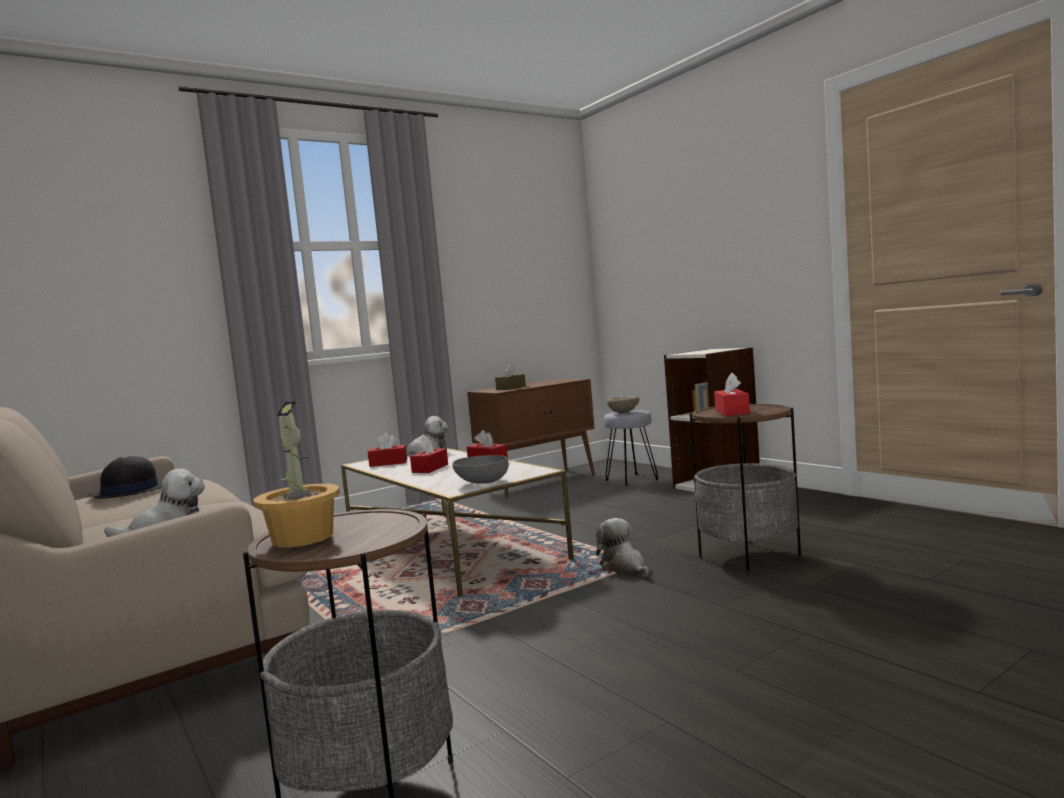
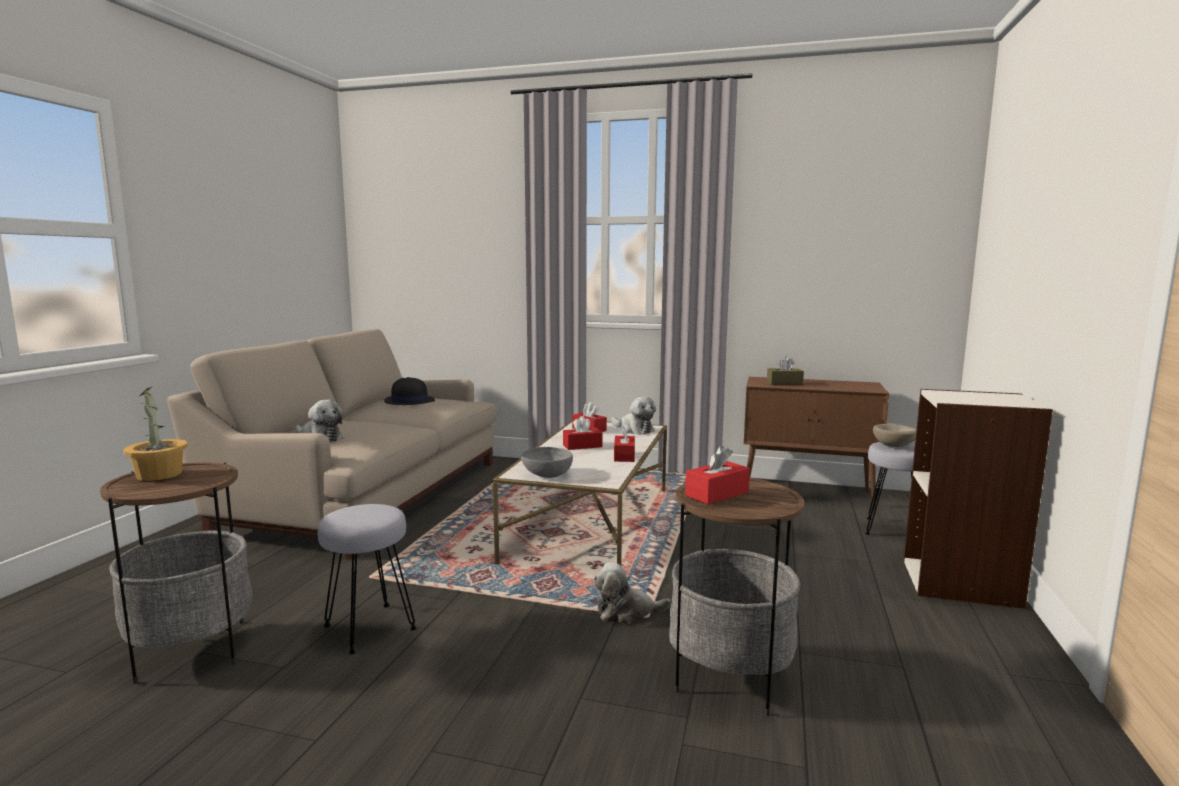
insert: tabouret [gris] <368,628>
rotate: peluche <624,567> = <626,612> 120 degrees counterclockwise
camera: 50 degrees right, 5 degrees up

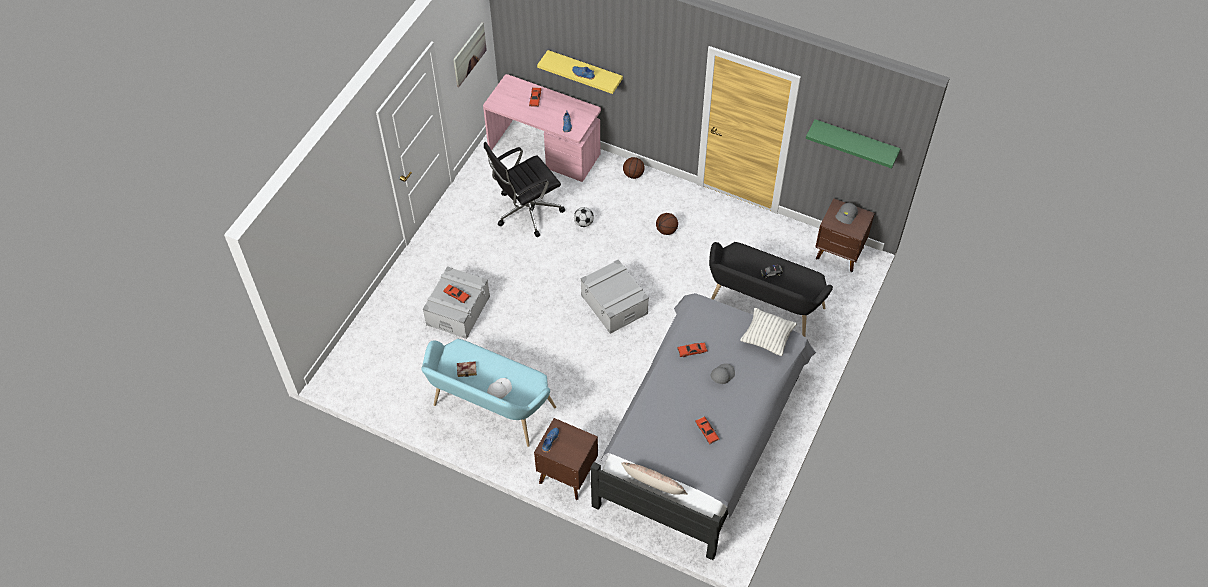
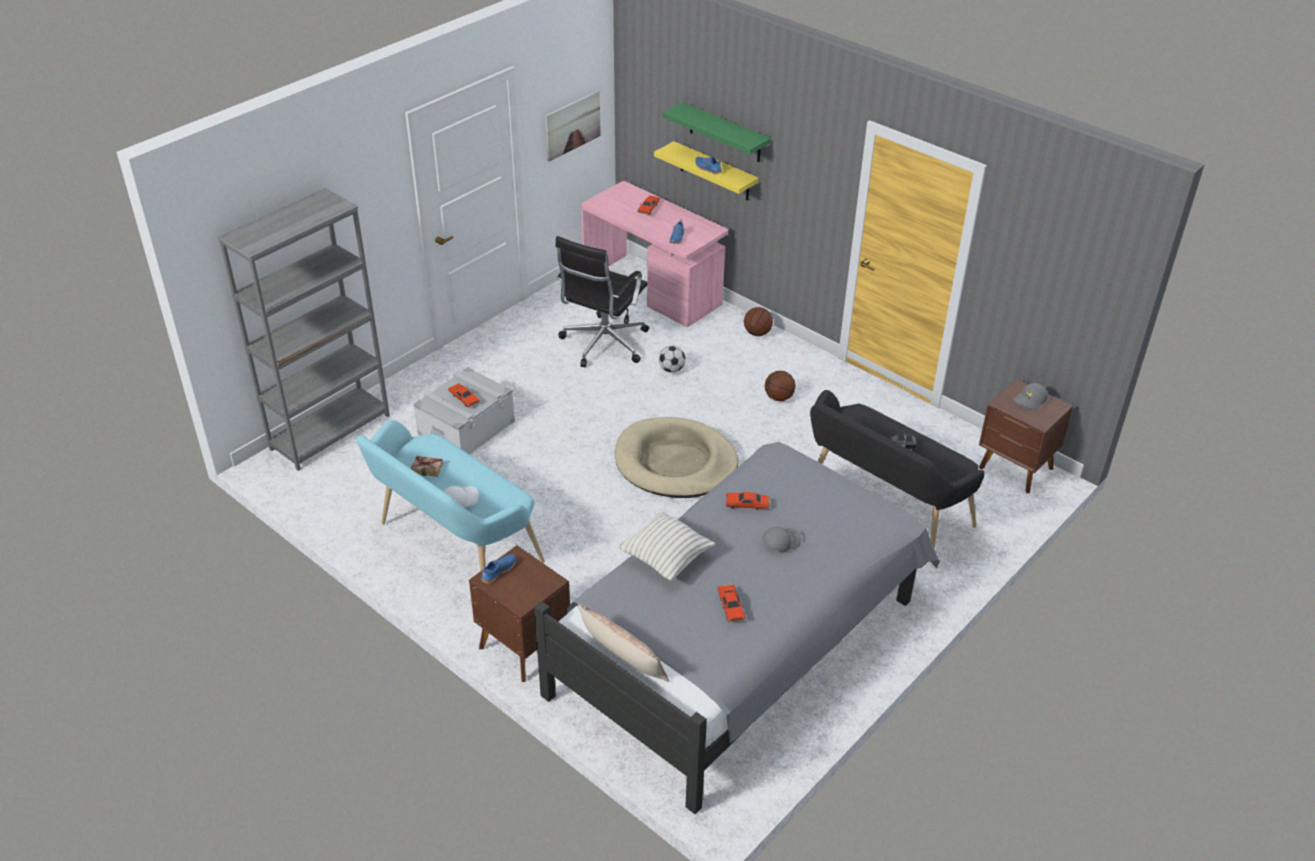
insert: bibliothèque [gris] <330,432>
move: étagère [vert] <855,141> to <725,133>; coussin <767,338> to <665,559>
replace: boîte de rangement [gris] <614,304> to panier pour chien [beige] <675,463>
rotate: chaise de bureau [noir] <526,211> = <603,344> 45 degrees counterclockwise
camera: 15 degrees right, 15 degrees down

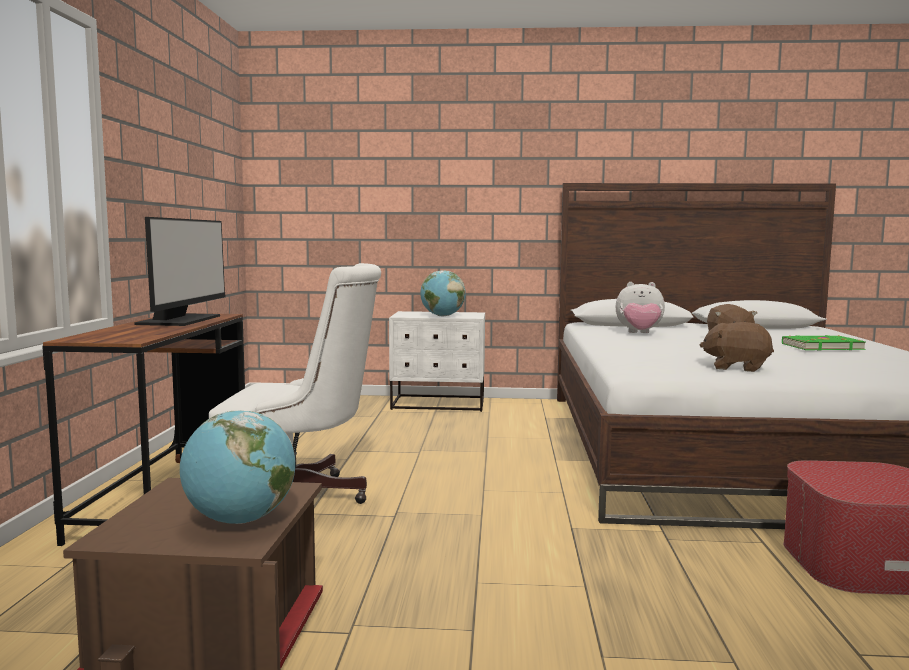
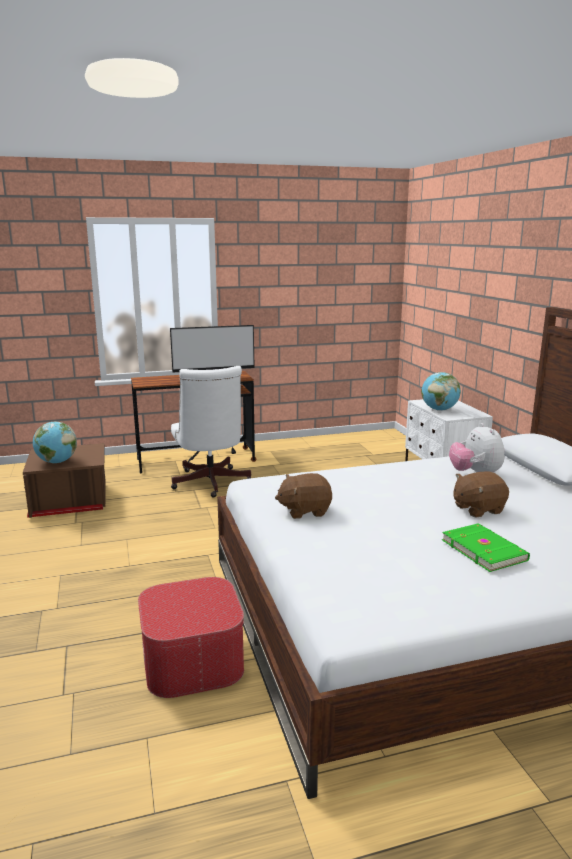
rotate: peluche [marron] <736,367> = <304,511> 105 degrees counterclockwise
camera: 70 degrees right, 10 degrees up

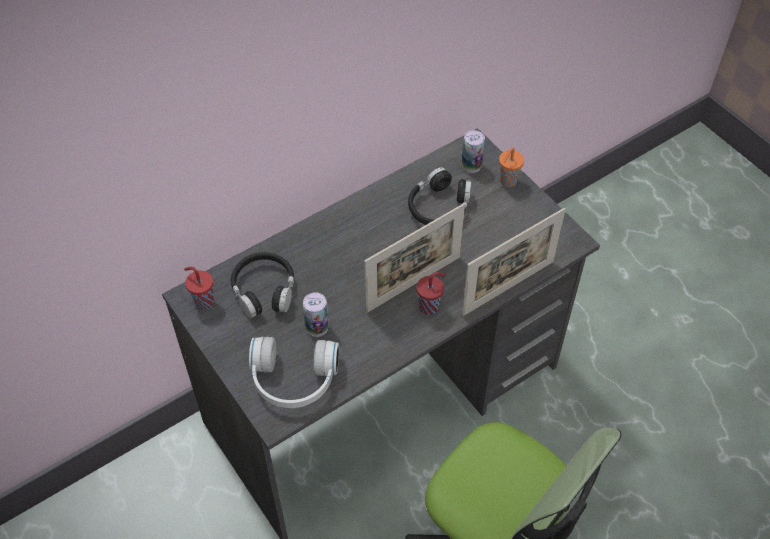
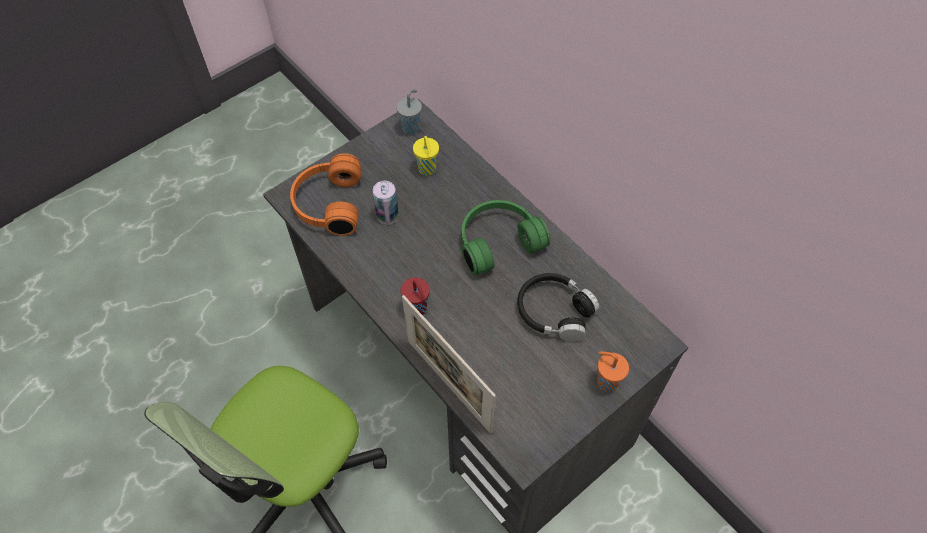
delete: boîte métallique <471,165>; cadre photo <413,284>
insert: casque audio [vert] <497,241>
replace: casque audio [noir] <264,290> to tasse [jaune] <427,170>
recolor: tasse [rouge] <203,301> to tasse [gris] <411,128>; casque audio [blanc] <293,381> to casque audio [orange] <327,204>
camera: 85 degrees right, 5 degrees up

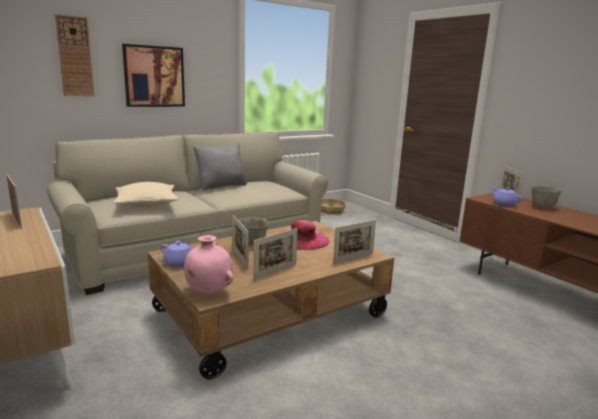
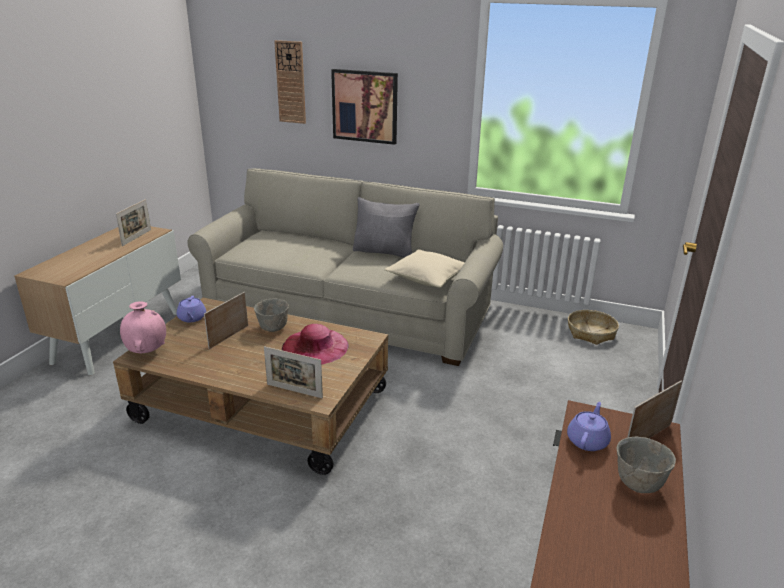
delete: cadre photo <275,271>
move: coussin [beige] <146,203> to <428,278>
camera: 55 degrees right, 10 degrees up

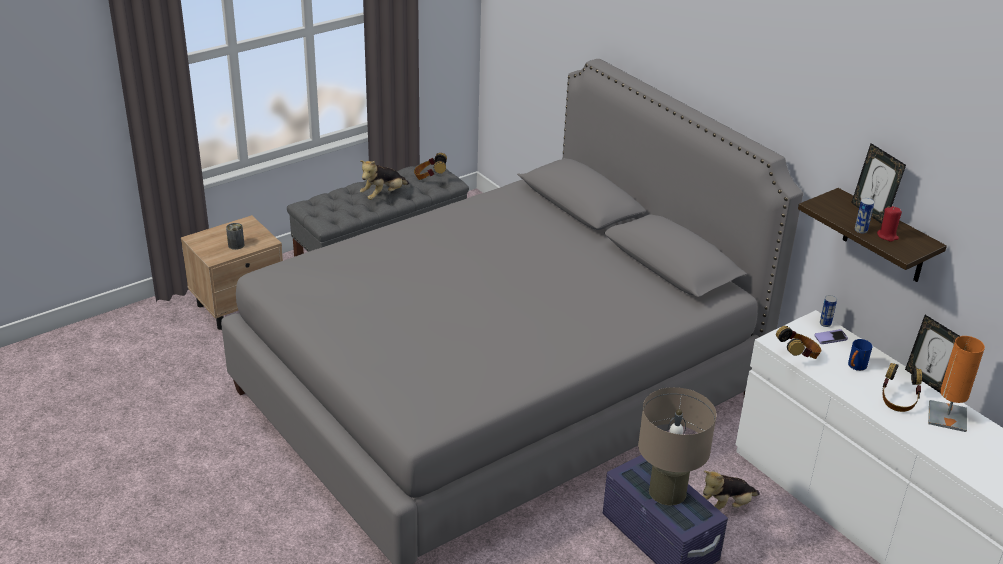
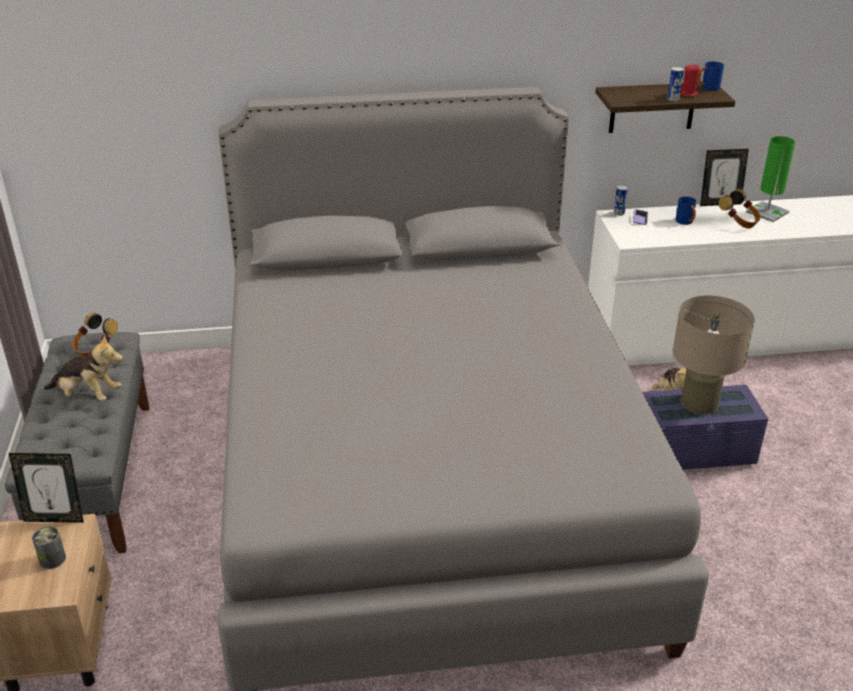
delete: casque audio <798,356>
insert: mug [bleu] <707,88>
move: cadre photo <871,213> to <55,518>
recolor: lampe de table [orange] <947,416> to lampe de table [vert] <767,212>
rotate: peluche <383,195> = <88,395> 60 degrees counterclockwise
camera: 60 degrees left, 0 degrees up

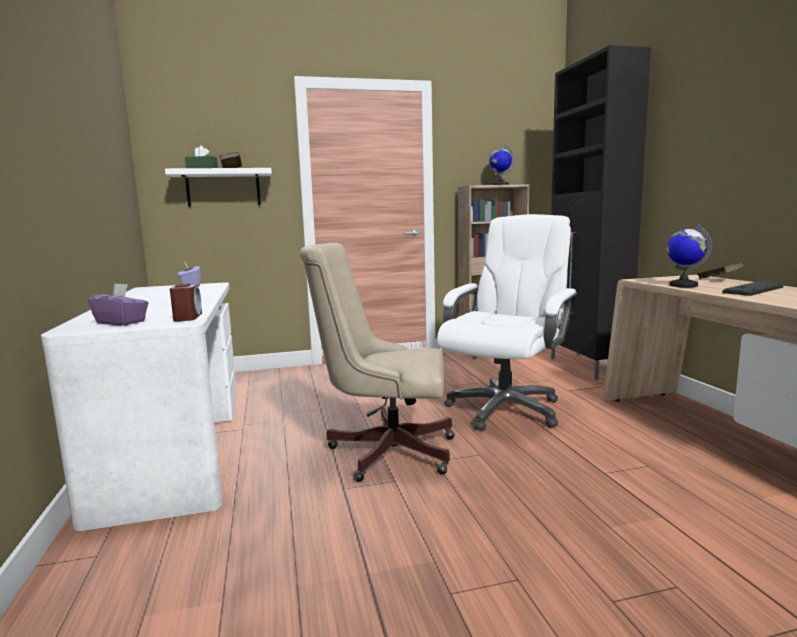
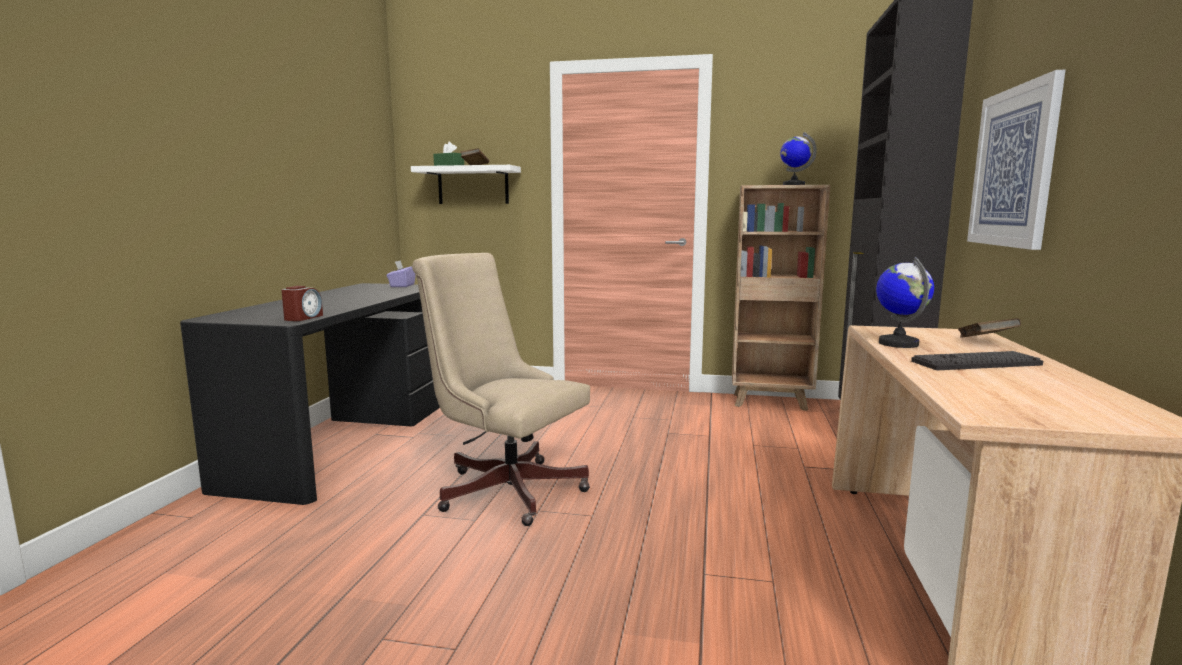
delete: chaise de bureau [blanc] <505,409>; boîte à mouchoirs [violet] <121,322>
insert: tableau <1013,167>
recolor: bureau [blanc] <176,446> to bureau [noir] <345,440>
camera: 25 degrees right, 0 degrees up

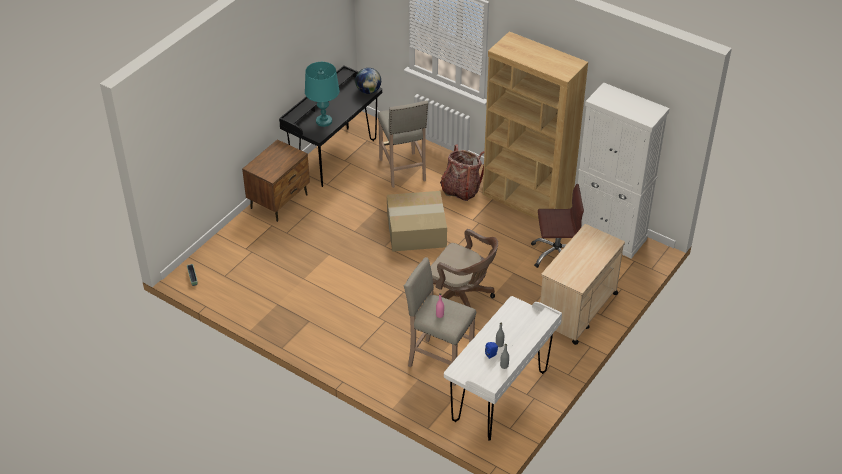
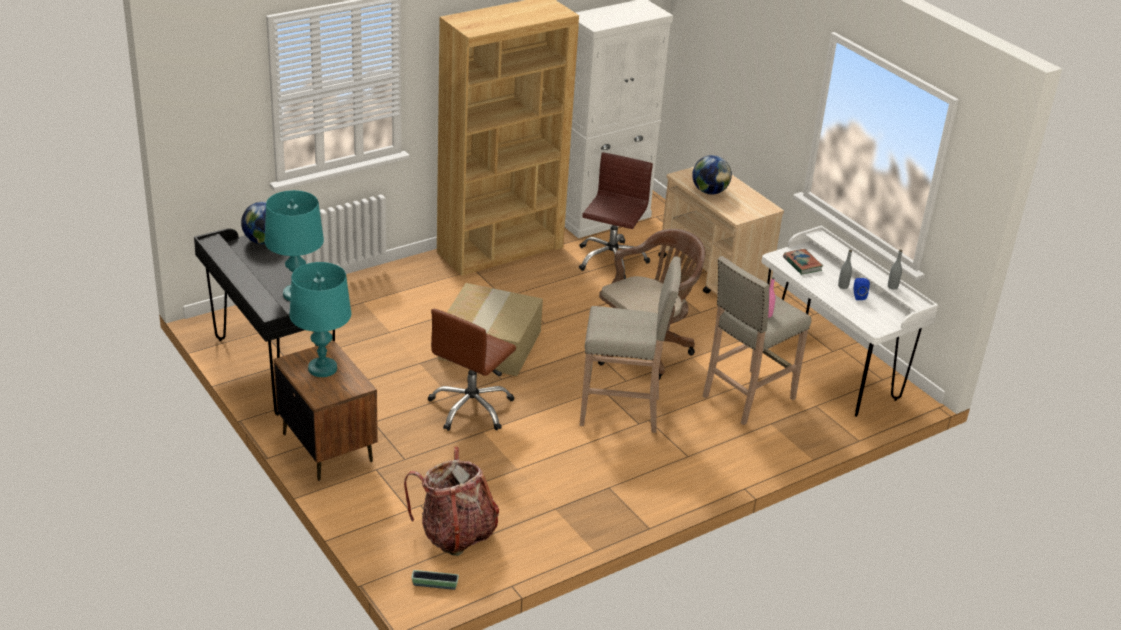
insert: globe <709,191>; livre <802,264>; lampe de table [turquoise] <322,368>; chaise de bureau [marron] <471,408>
move: tabouret [beige] <403,171> to <622,411>; sac à dos <461,189> to <455,533>
camera: 70 degrees left, 10 degrees down

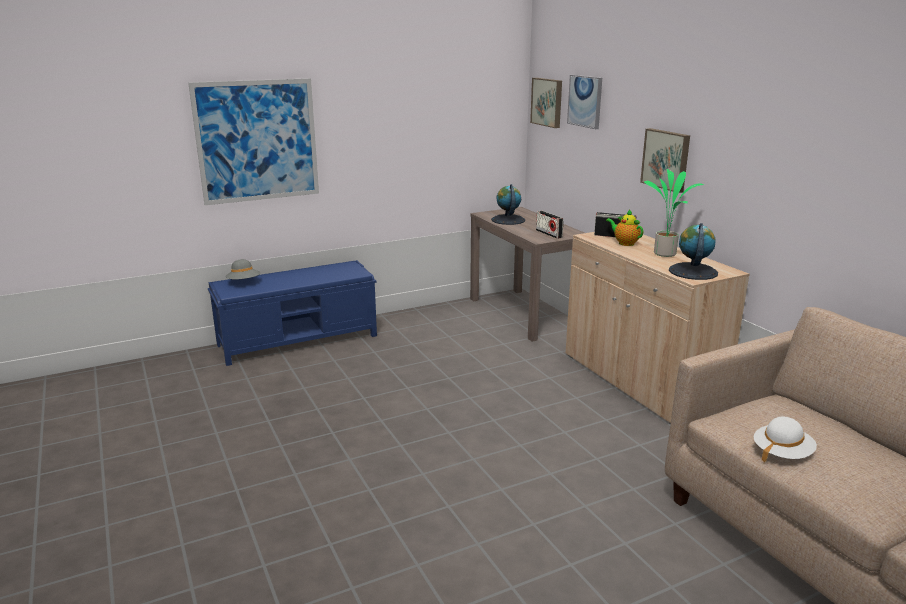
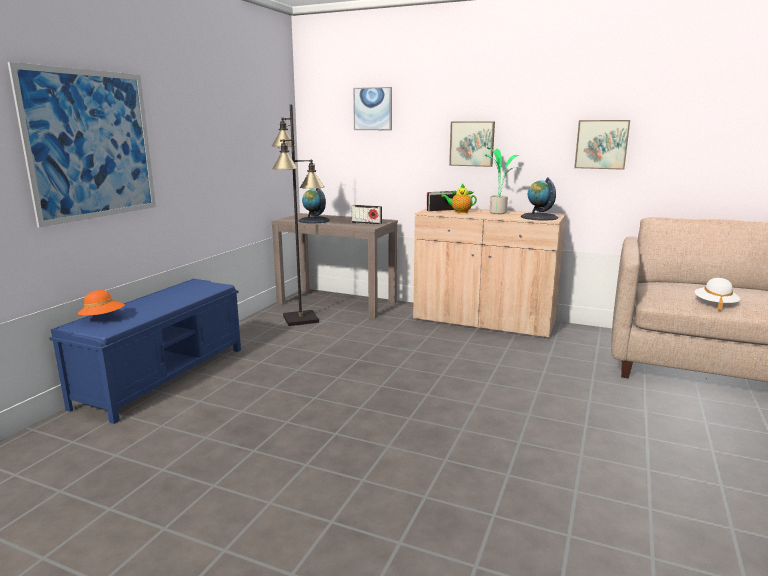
insert: lampadaire [noir] <301,319>
move: tableau <547,102> to <601,144>
recolor: chapeau [gris] <244,282> to chapeau [orange] <103,319>
camera: 40 degrees left, 5 degrees down

